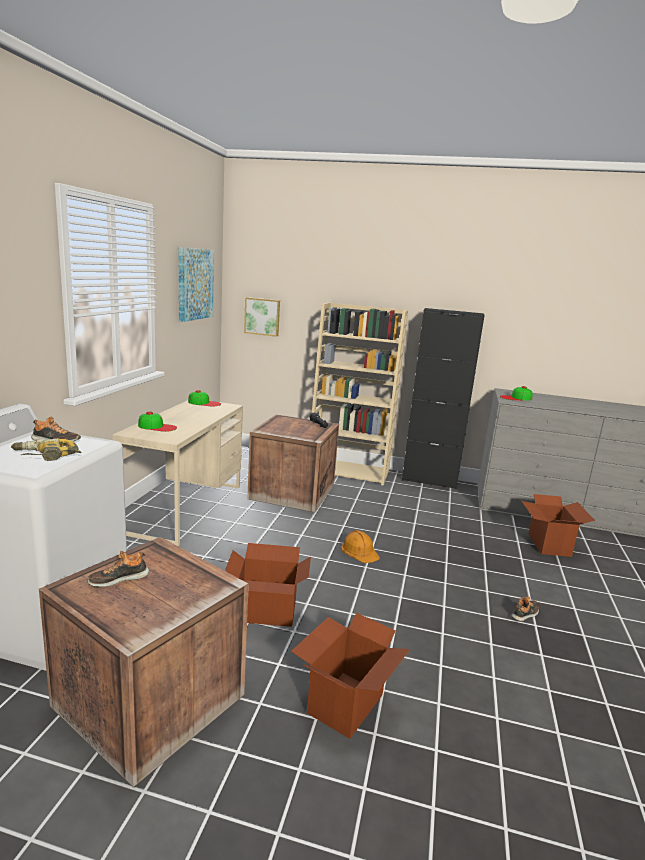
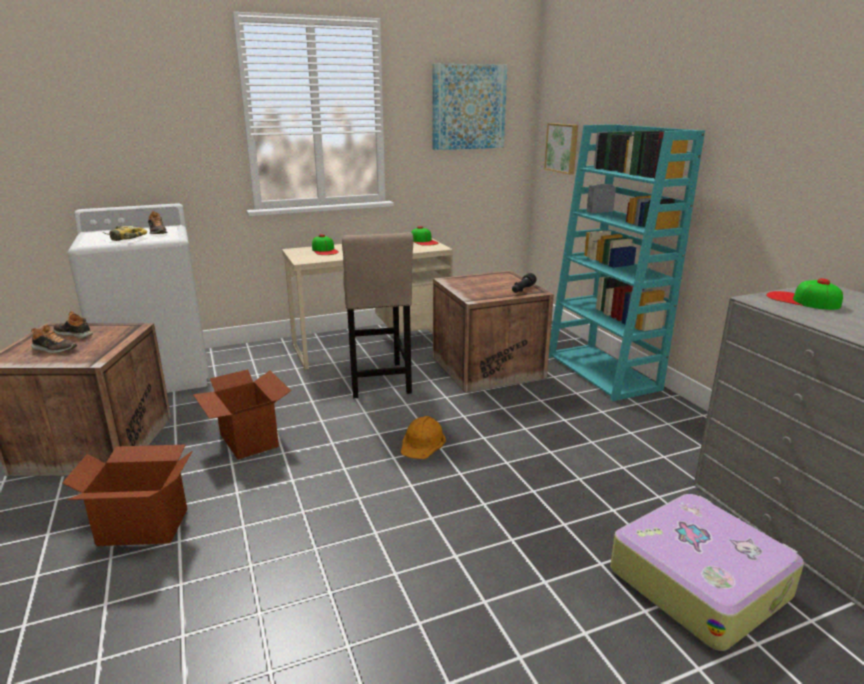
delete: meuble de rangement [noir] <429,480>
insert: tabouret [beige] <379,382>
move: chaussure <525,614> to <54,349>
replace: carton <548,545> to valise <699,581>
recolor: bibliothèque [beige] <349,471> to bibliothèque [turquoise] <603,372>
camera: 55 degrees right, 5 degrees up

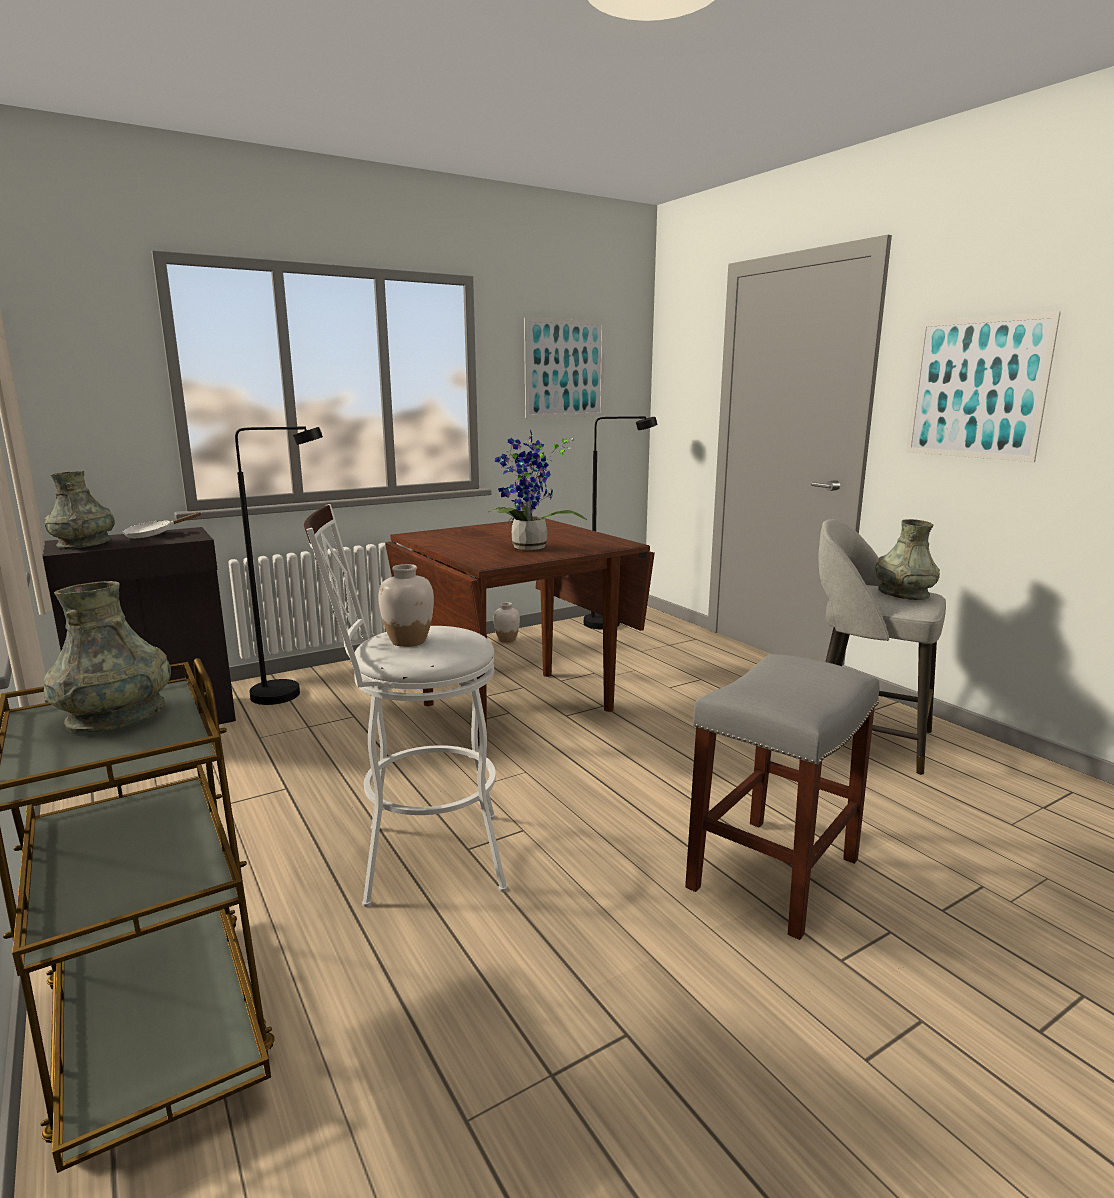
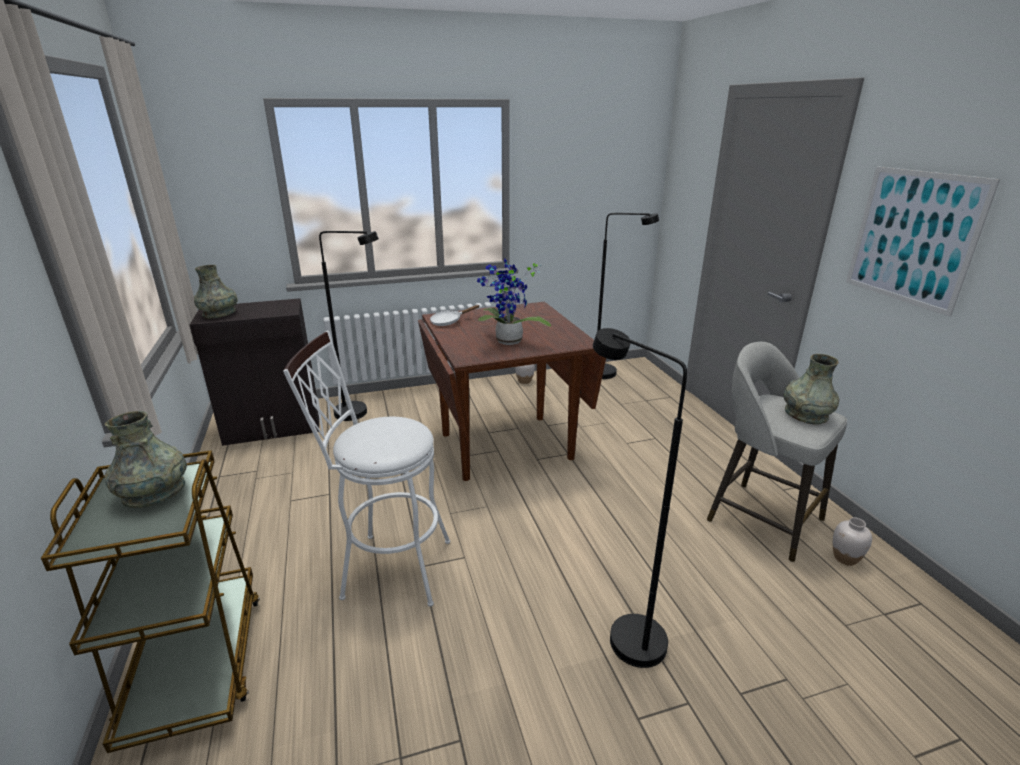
delete: tableau <565,369>
move: poêle [blanc] <154,535> to <449,322>; vase [blanc] <408,641> to <845,558>
replace: tabouret [gris] <774,875> to lampadaire [noir] <624,633>
camera: 15 degrees right, 10 degrees up

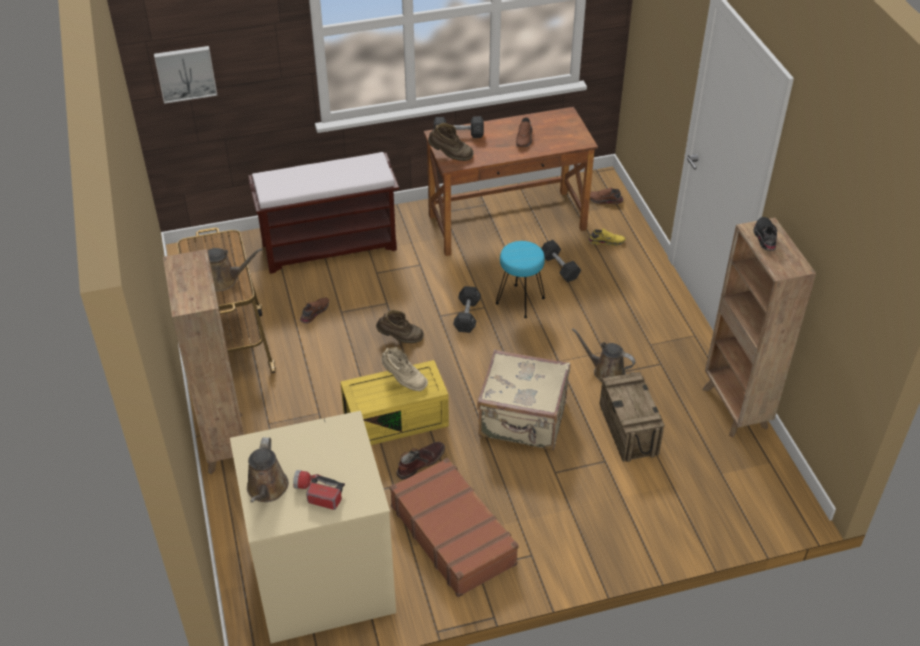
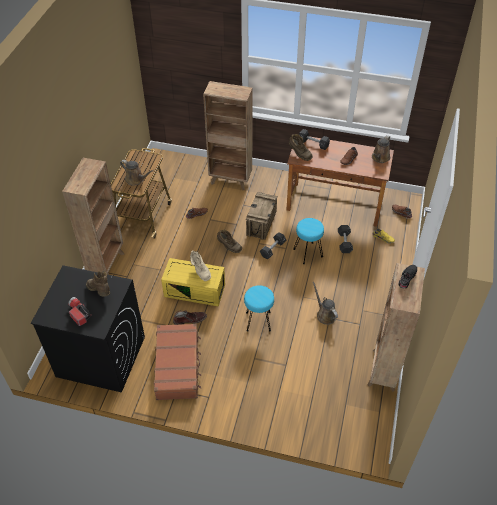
delete: tableau <185,73>
insert: botte [marron] <100,292>
move: caisse <629,430> to <261,223>; arrosoir [marron] <267,489> to <380,158>
replace: banc [marron] <330,246> to bibliothèque [marron] <230,180>; valise [beige] <523,420> to tabouret [turquoise] <259,321>
recolor: lave-linge [beige] <321,578> to lave-linge [noir] <100,356>
camera: 30 degrees right, 5 degrees up

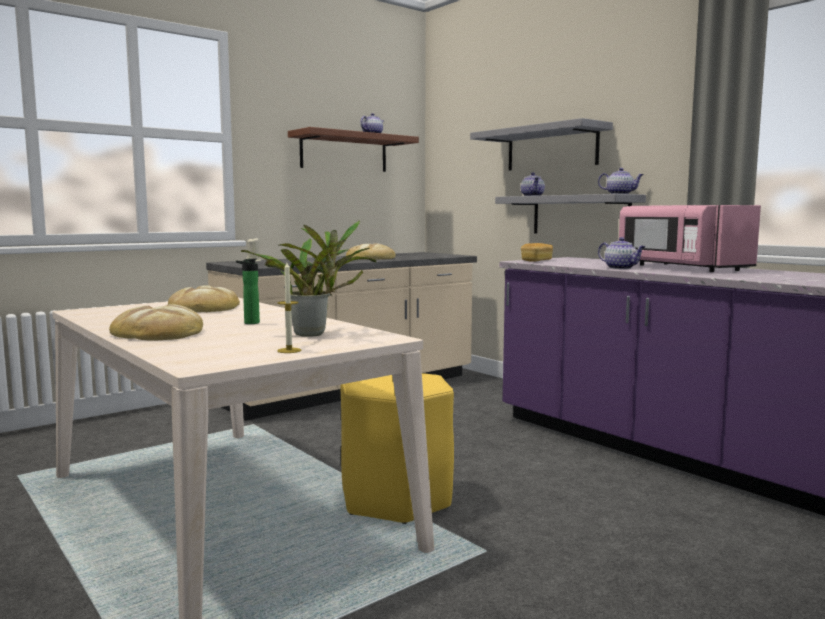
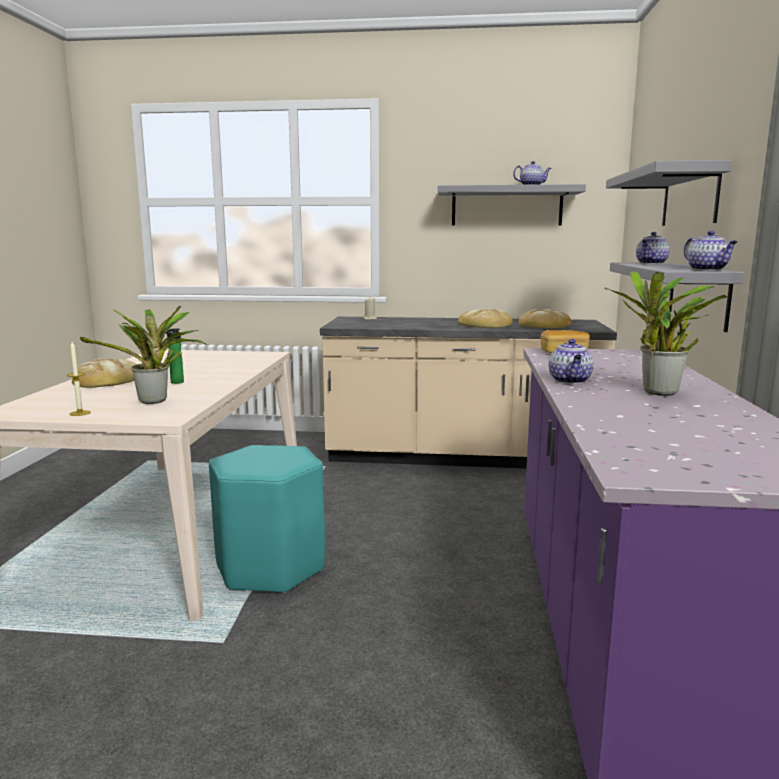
move: pain <205,308> to <544,325>
replace: micro-ondes [rose] <680,267> to plante en pot <657,393>
recolor: étagère [marron] <344,152> to étagère [gris] <506,206>; tabouret [jaune] <396,499> to tabouret [turquoise] <270,568>
camera: 45 degrees right, 5 degrees up

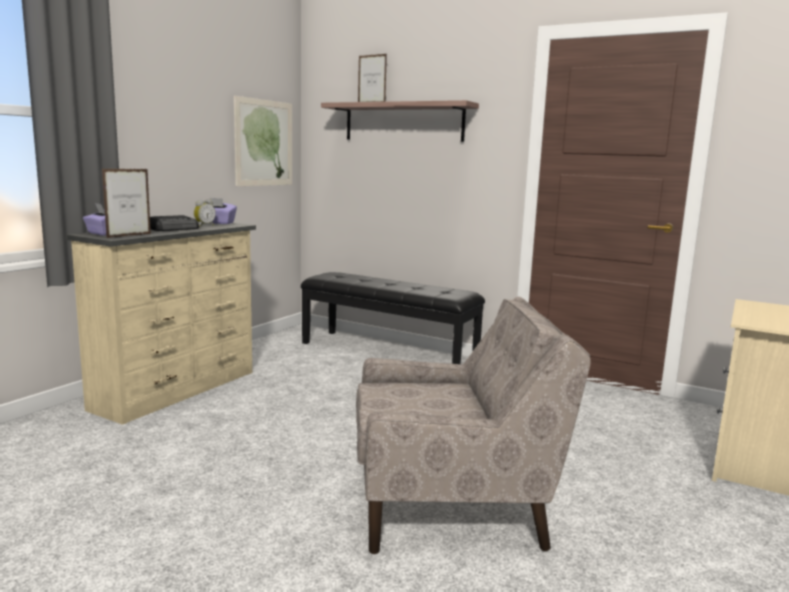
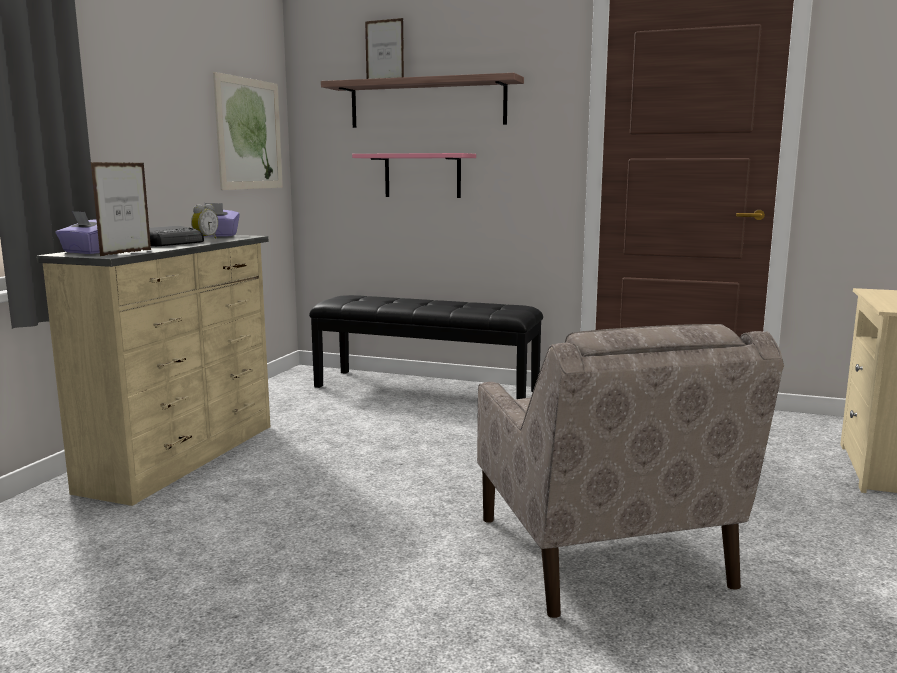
insert: étagère [rose] <422,176>
rotate: fauteuil [beige] <451,506> = <600,553> 90 degrees clockwise
camera: 10 degrees left, 0 degrees up

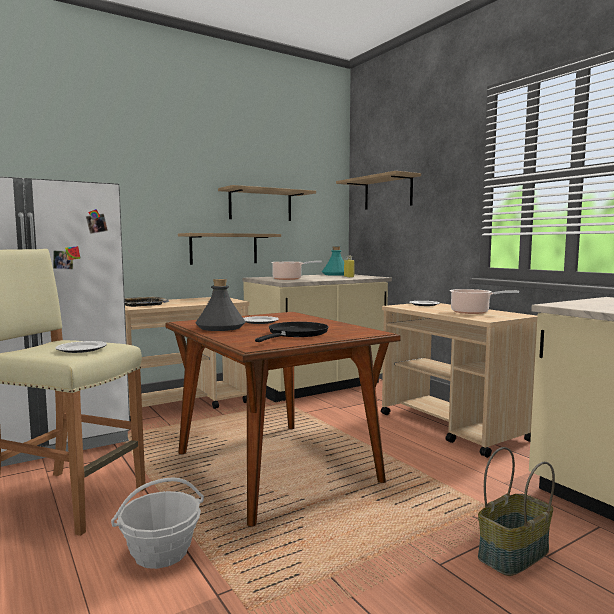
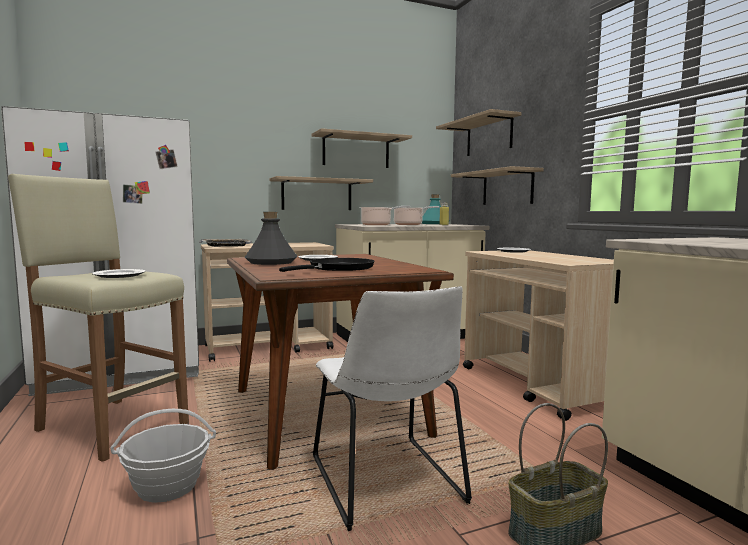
insert: étagère <507,188>; chaise [blanc] <388,483>
move: marmite <472,312> to <410,224>
camera: 10 degrees right, 0 degrees up

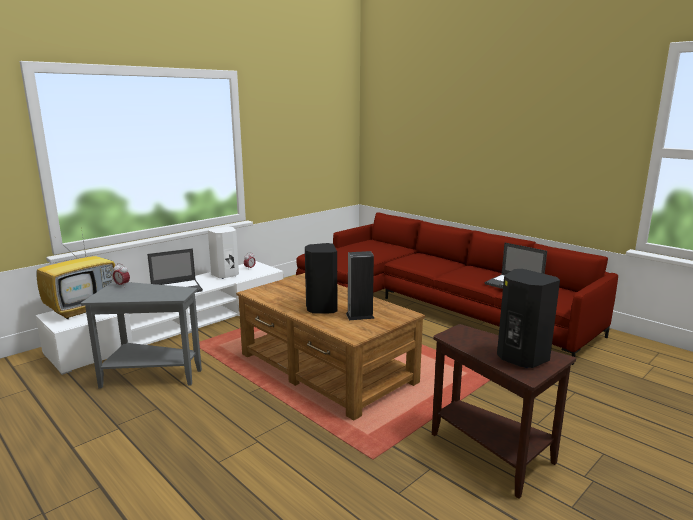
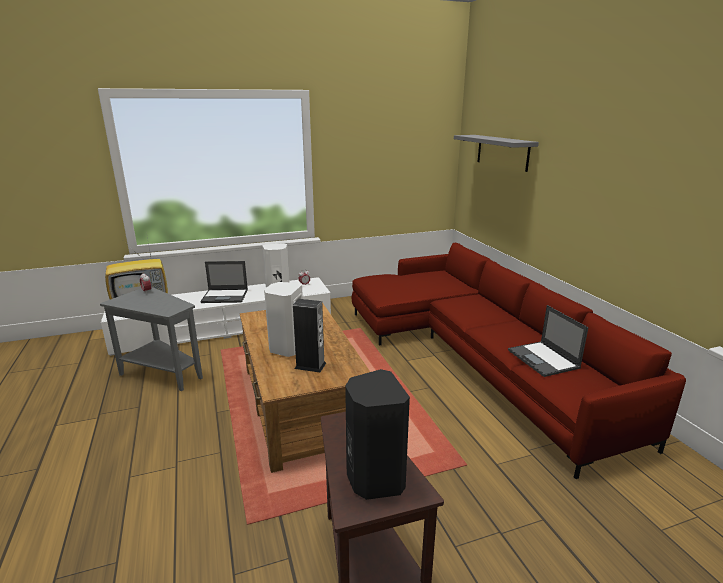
insert: étagère [gris] <502,152>
recolor: enceinte [noir] <321,308> to enceinte [blanc] <286,348>
camera: 25 degrees right, 5 degrees up

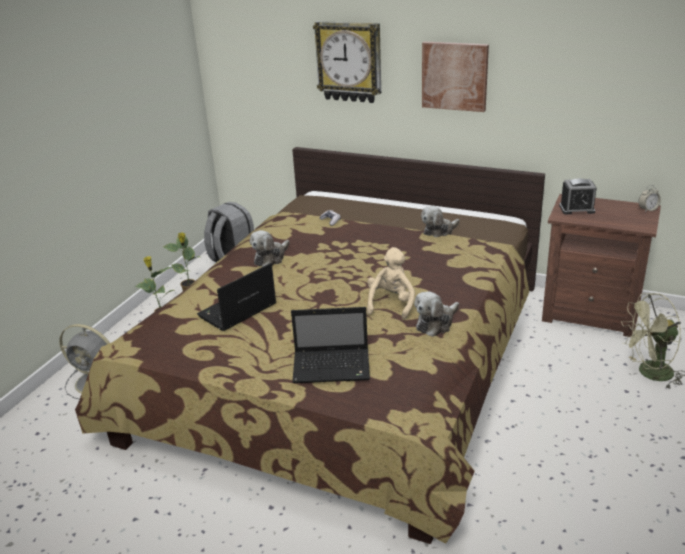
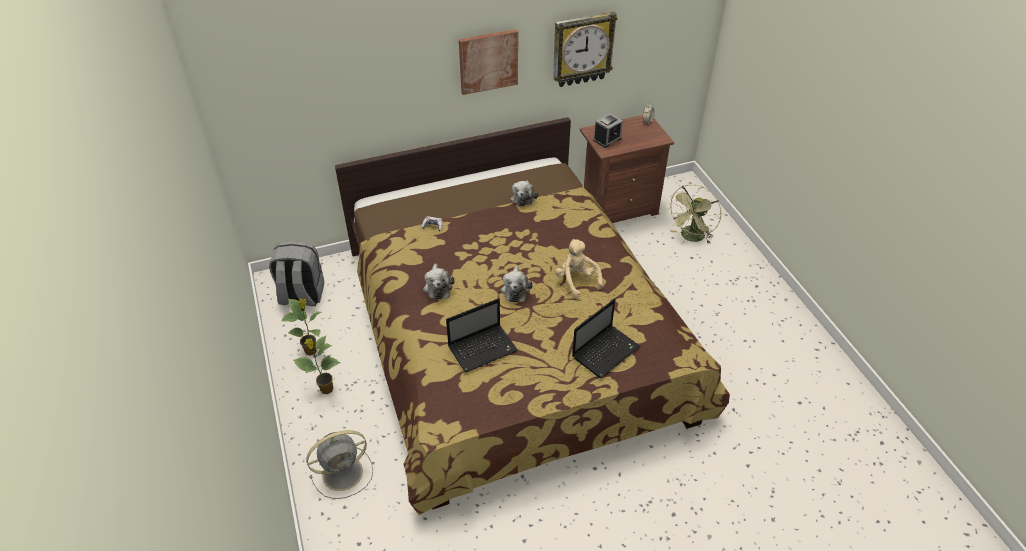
move: horloge murale <349,61> to <582,49>; peluche <436,323> to <515,289>
rotate: ordinateur portable <236,311> = <483,348> 120 degrees counterclockwise
camera: 45 degrees left, 15 degrees up

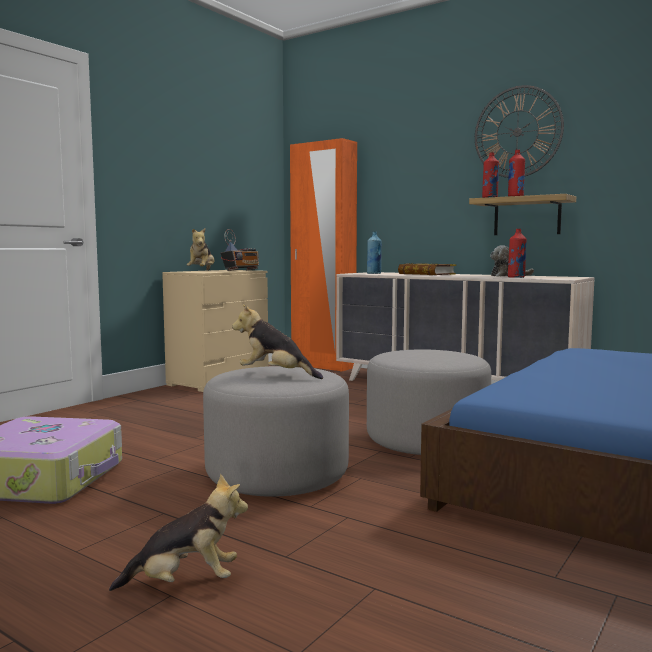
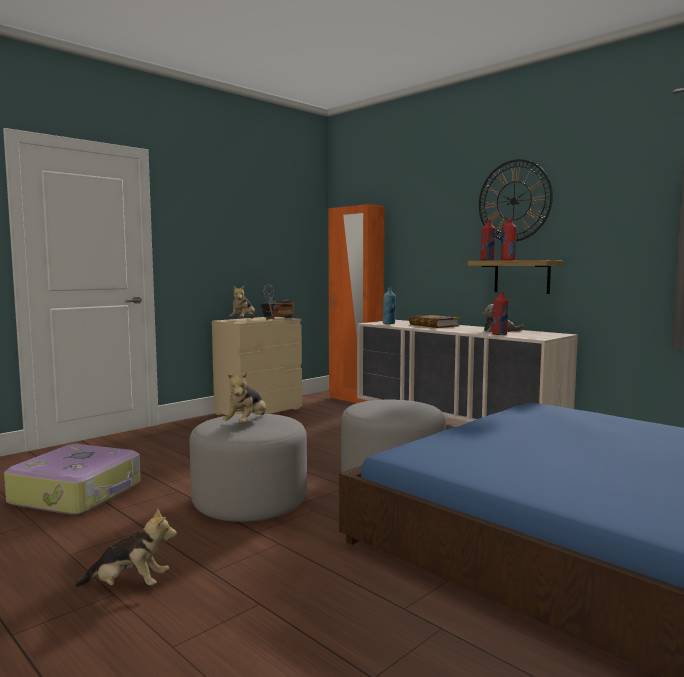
rotate: peluche <275,375> = <247,423> 105 degrees counterclockwise
camera: 10 degrees right, 0 degrees up

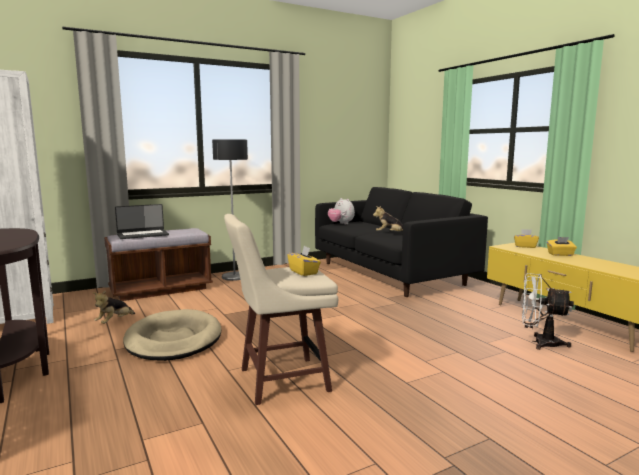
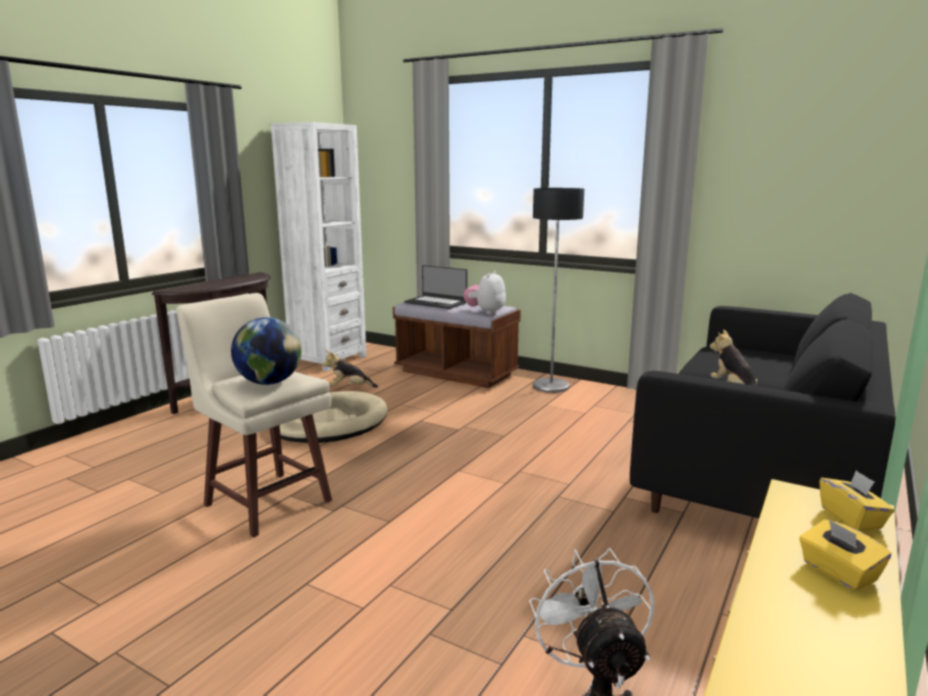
move: peluche <341,224> to <485,312>
replace: boîte à mouchoirs [jaune] <304,272> to globe <269,382>
camera: 60 degrees right, 5 degrees up

